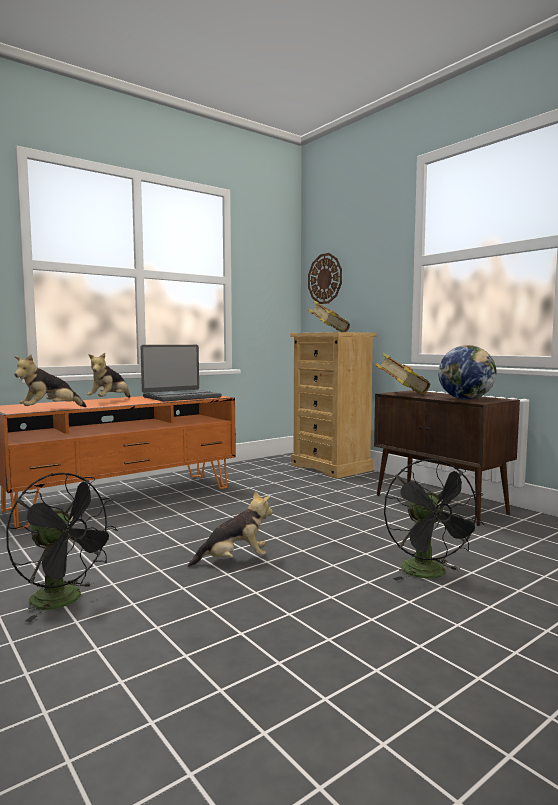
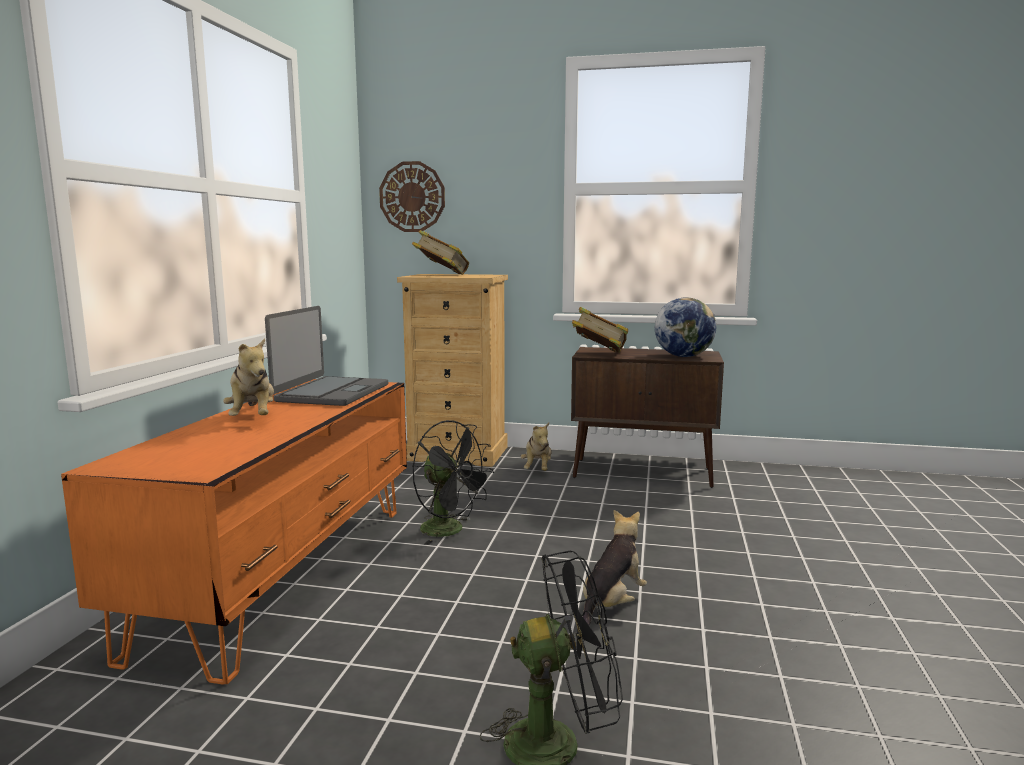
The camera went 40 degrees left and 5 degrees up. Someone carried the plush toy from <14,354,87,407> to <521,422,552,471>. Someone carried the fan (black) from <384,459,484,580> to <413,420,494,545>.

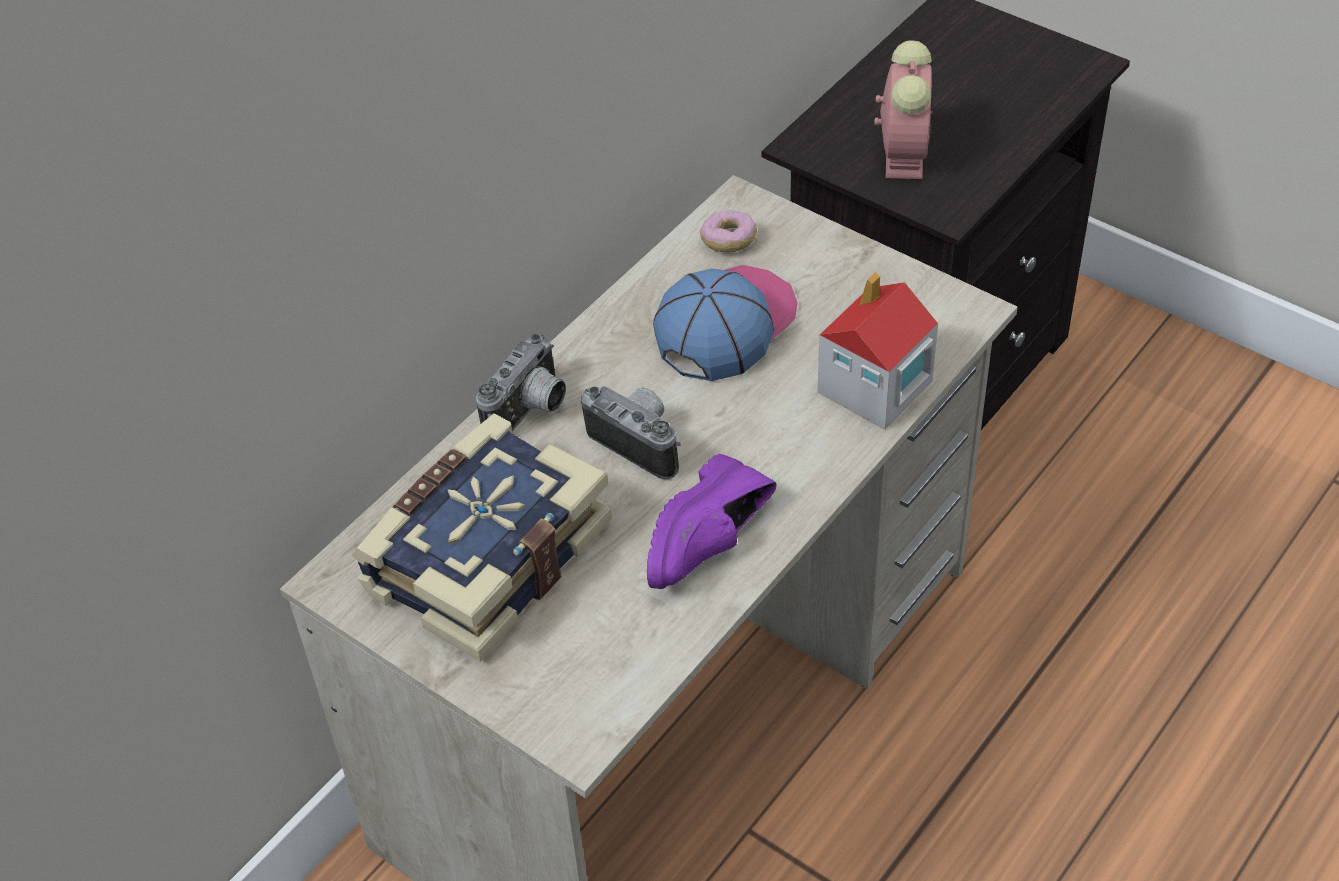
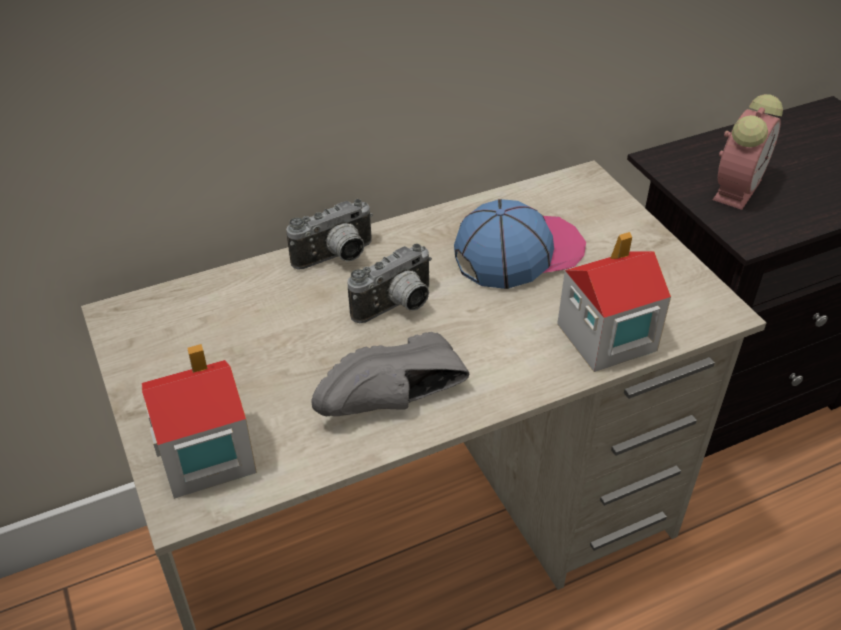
The camera went 25 degrees right and 5 degrees down. Someone took away the donut at <700,210,757,253>. Someone rotated the photo camera at <581,386,681,479> by 75 degrees clockwise. Someone took away the book at <352,414,612,662>. Someone repainted the shoe (purple) at <647,454,777,589>, which became the shoe (grey) at <311,332,470,416>. Someone put down the toy house at <142,344,257,499>.

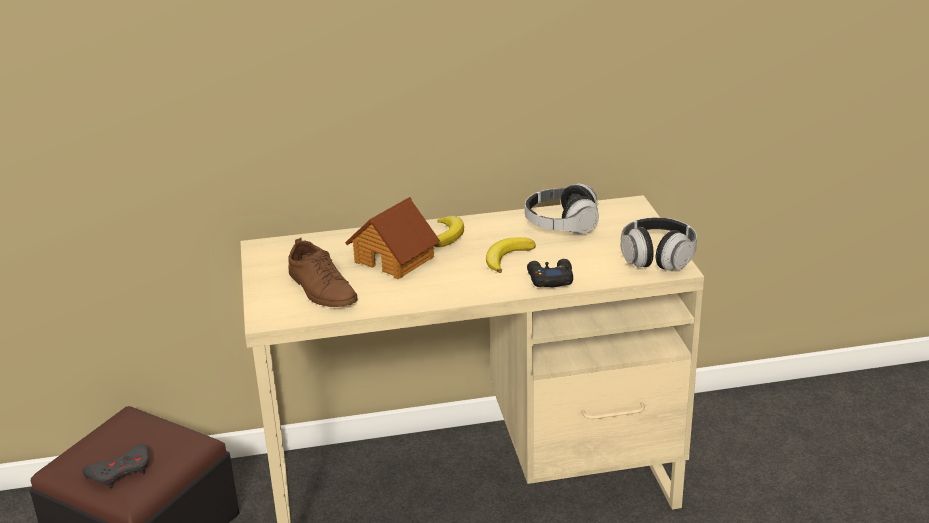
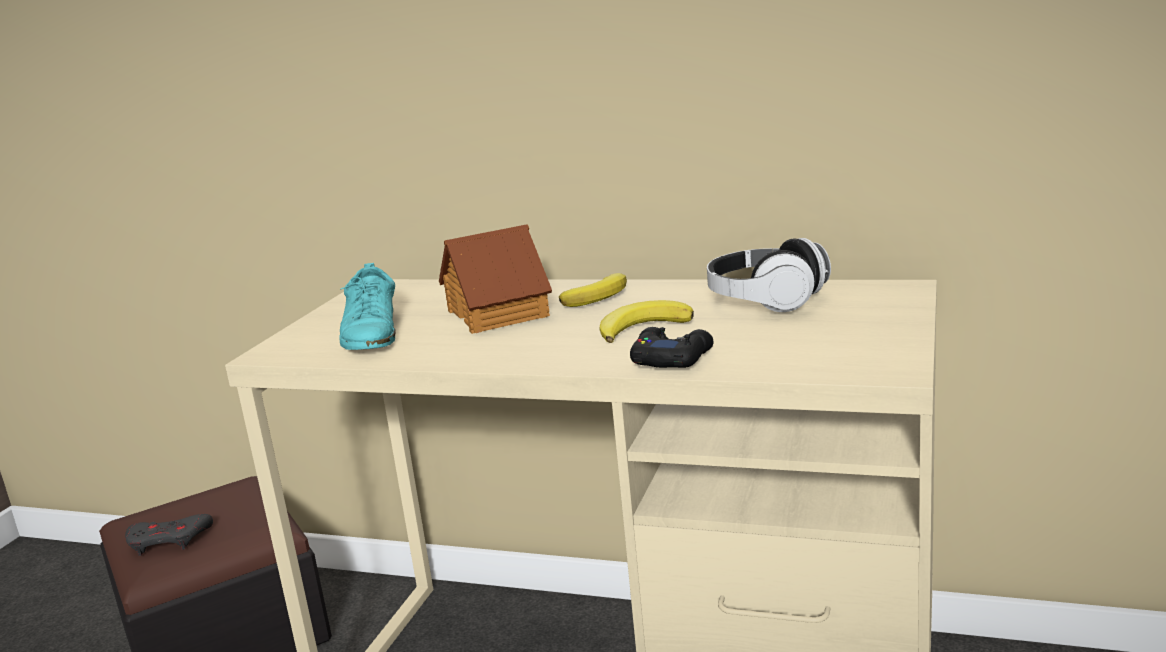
The camera went 30 degrees right and 10 degrees down. Someone took away the headphones at <621,217,697,271>. Someone repainted the shoe (brown) at <288,238,358,307>, which became the shoe (turquoise) at <339,263,396,350>.

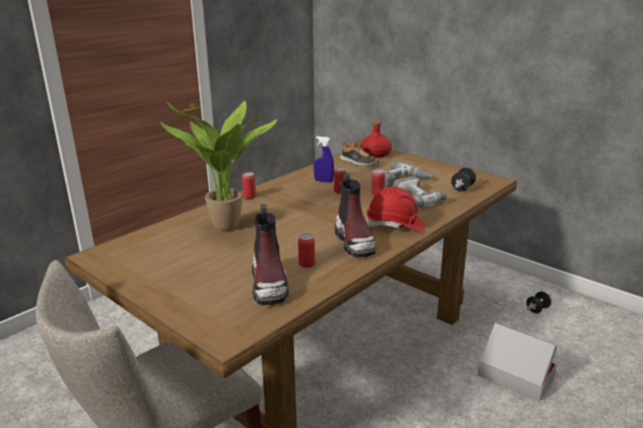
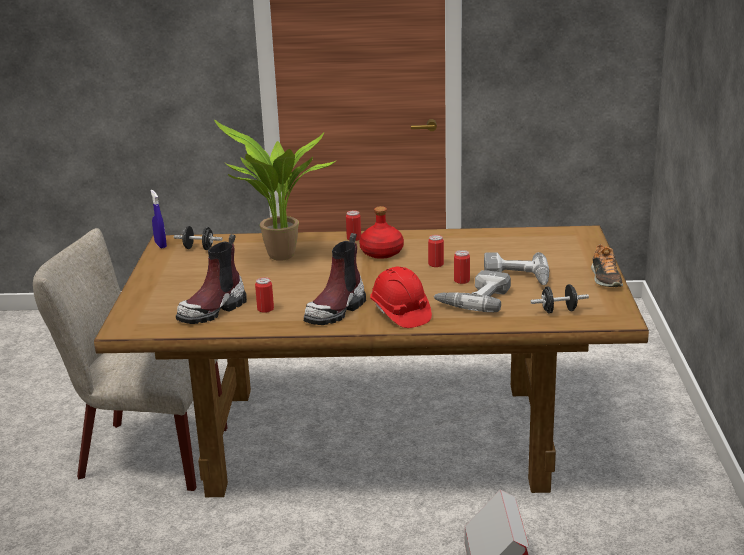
The camera went 50 degrees right and 0 degrees up. Someone carried the bottle (red) from <361,121,392,158> to <359,206,404,259>. Someone carried the spray bottle (blue) from <314,136,334,183> to <150,190,167,248>. Someone carried the shoe from <340,140,379,166> to <591,244,623,287>. Someone carried the dumbbell (black) from <526,291,551,313> to <174,226,223,250>.

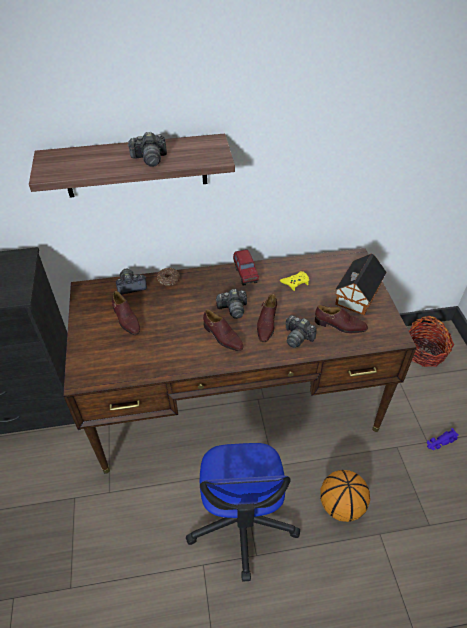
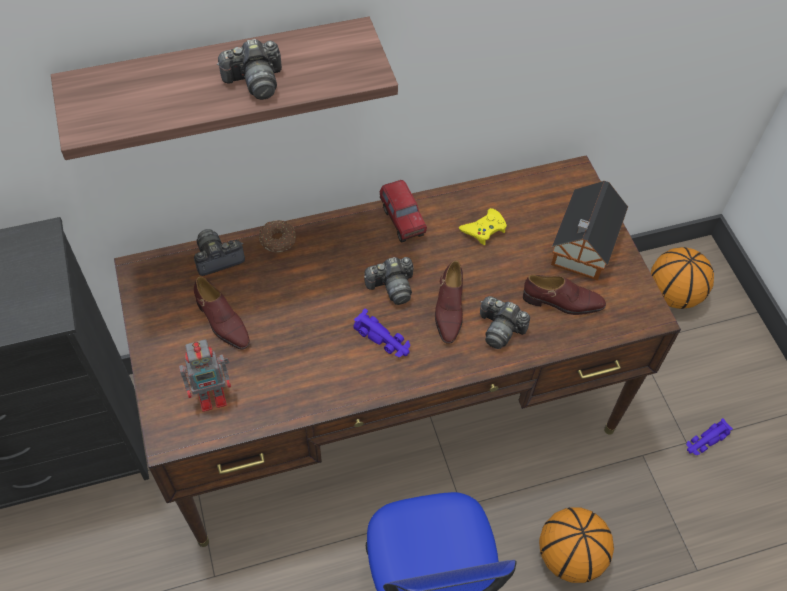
The camera went 10 degrees left and 10 degrees up. Someone swapped the shoe (brown) at <203,309,244,351> for the toy car (purple) at <353,309,410,357>. Someone swapped the basket at <409,316,454,367> for the basketball at <651,247,714,309>. Someone put down the toy robot at <179,340,231,412>.

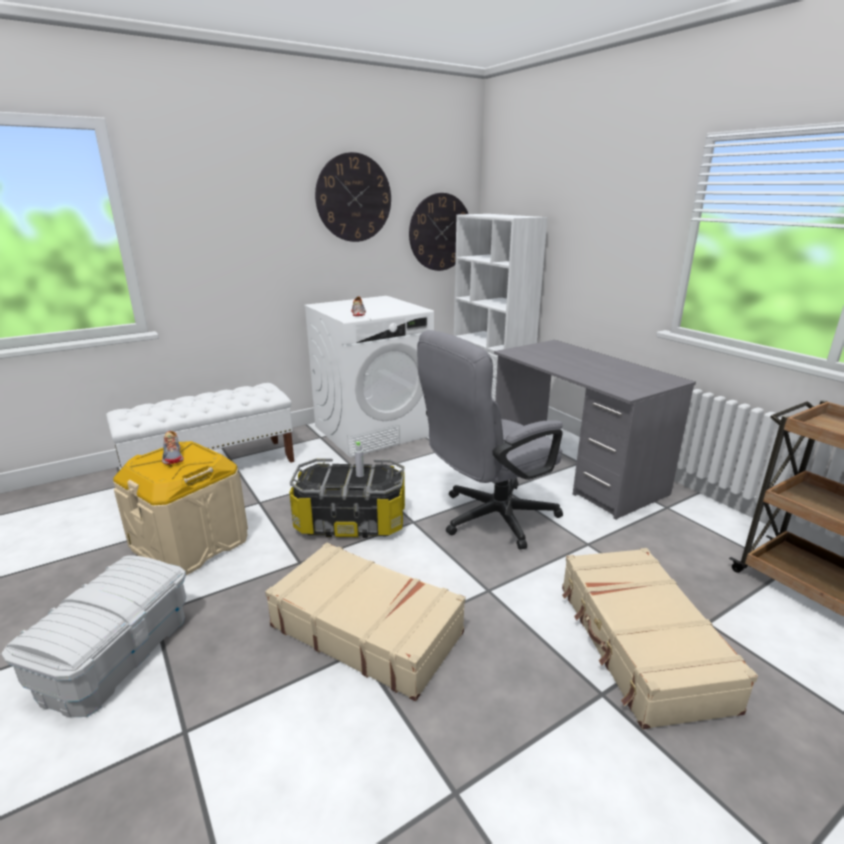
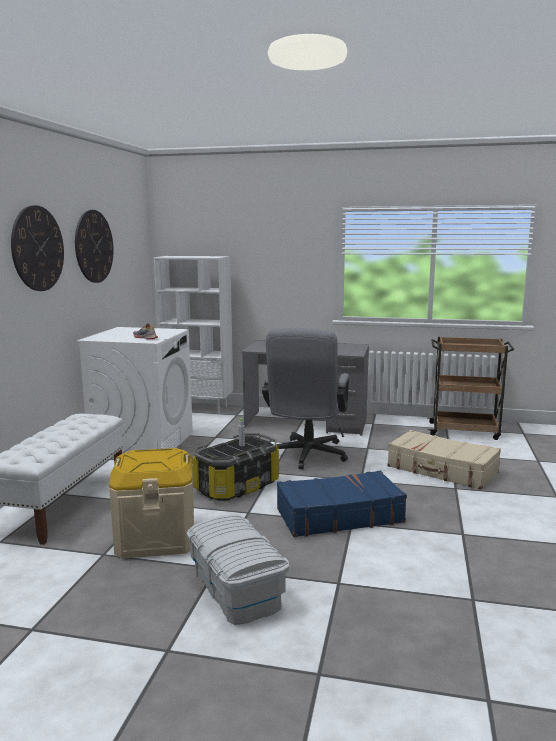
The camera went 45 degrees left and 10 degrees down. Someone carried the wall clock from <409,193,468,271> to <11,205,64,291>. Someone took away the shoe at <162,431,184,464>. Someone repainted the suitcase (beige) at <265,543,465,701>, which became the suitcase (blue) at <277,471,407,537>.

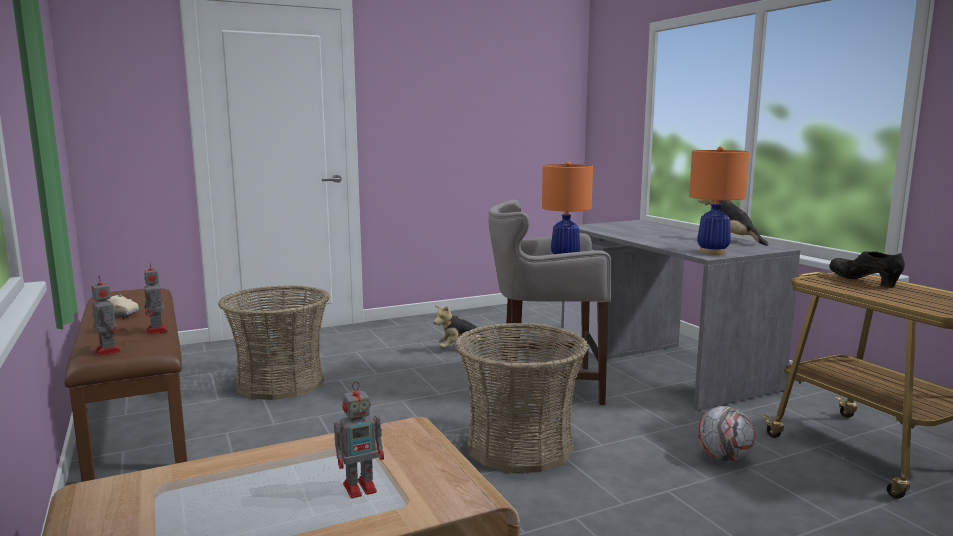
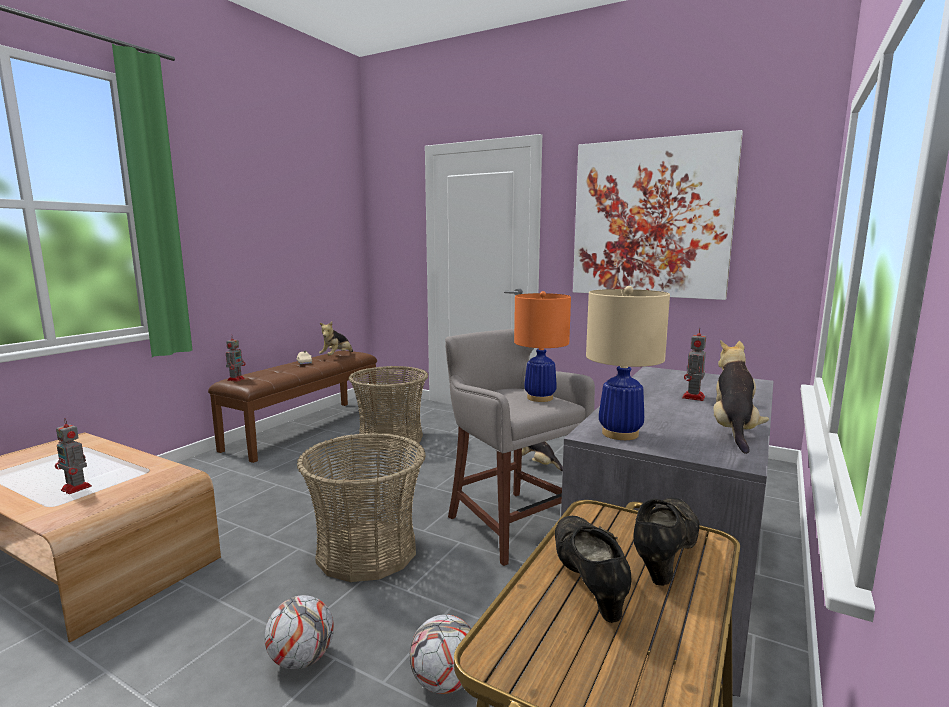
The camera went 55 degrees right and 0 degrees up. Someone repainted the table lamp (orange) at <689,146,749,255>, which became the table lamp (beige) at <586,286,670,440>. Someone carried the toy robot from <144,262,168,335> to <682,327,706,401>. Someone put up the picture at <573,130,743,300>. Someone put down the plush toy at <319,322,353,356>. Someone put down the shoe (black) at <555,516,631,623>. Someone put down the football at <264,595,334,670>.

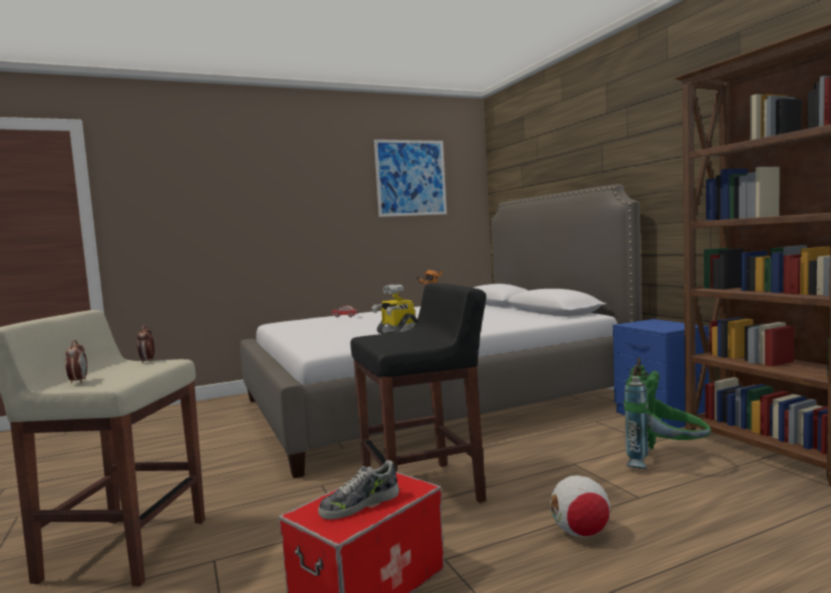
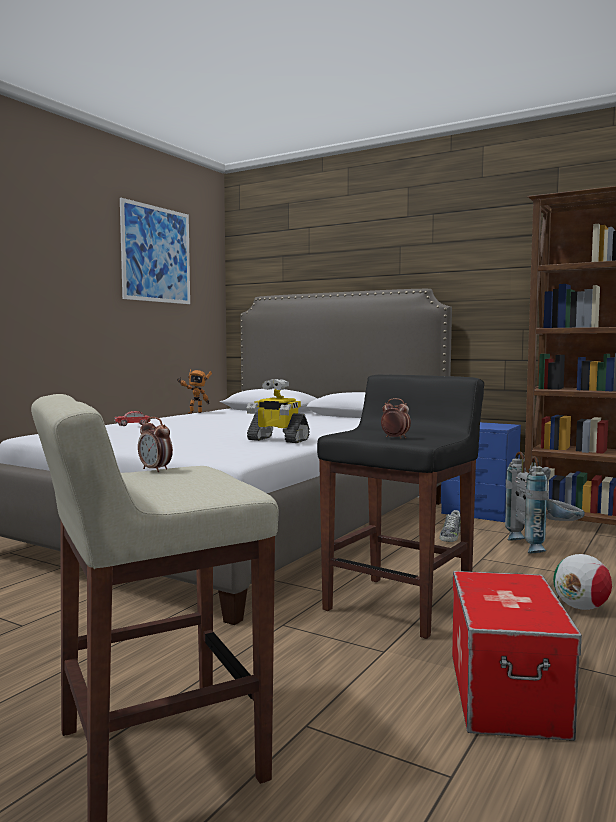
The camera went 35 degrees left and 0 degrees up. Someone carried the alarm clock from <66,340,88,383> to <381,398,411,438>. Someone repainted the backpack (green) at <624,358,711,469>, which became the backpack (grey) at <505,451,585,553>. Someone carried the shoe from <318,460,399,519> to <439,510,461,542>.

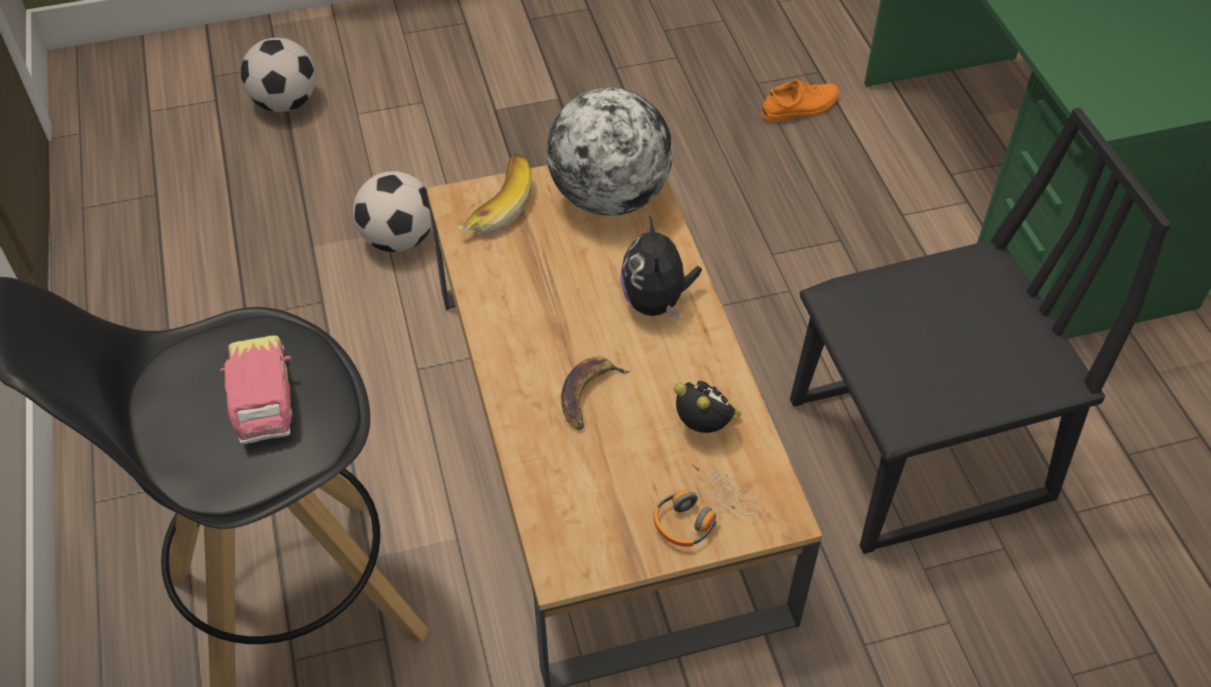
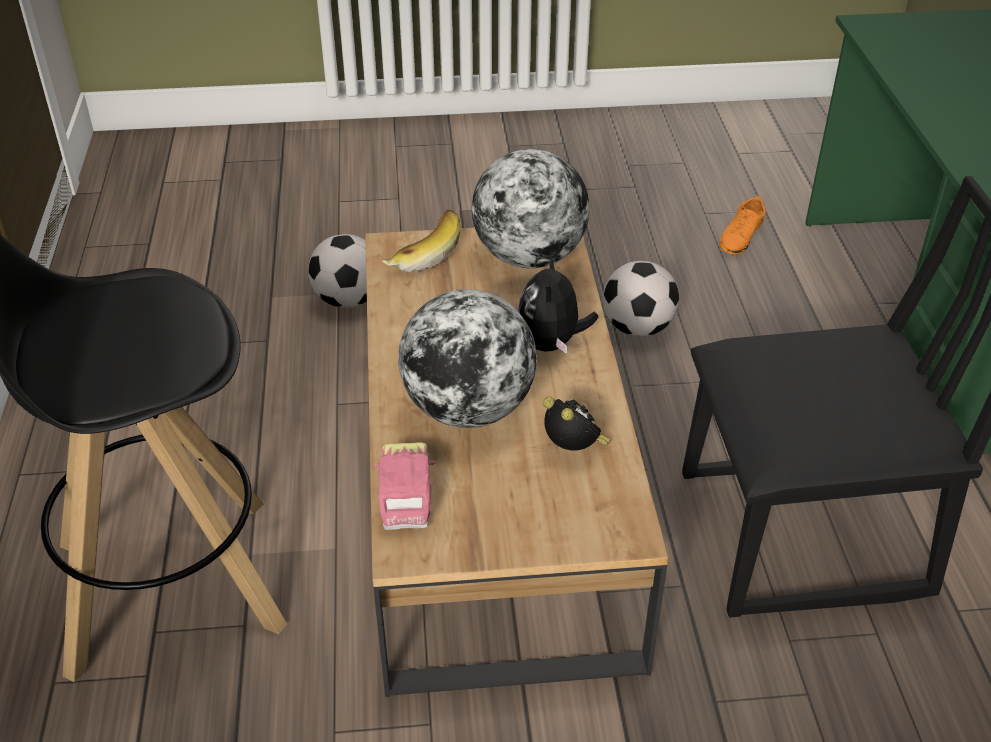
The camera went 10 degrees right and 10 degrees down. Someone carried the football from <241,38,316,112> to <603,261,679,336>. Someone rotated the shoe (orange) at <761,80,839,123> by 135 degrees clockwise. Someone carried the toy car from <220,335,293,444> to <374,442,436,530>. Someone swapped the banana at <561,357,630,430> for the globe at <398,289,537,428>. Someone took away the headphones at <653,464,758,547>.

